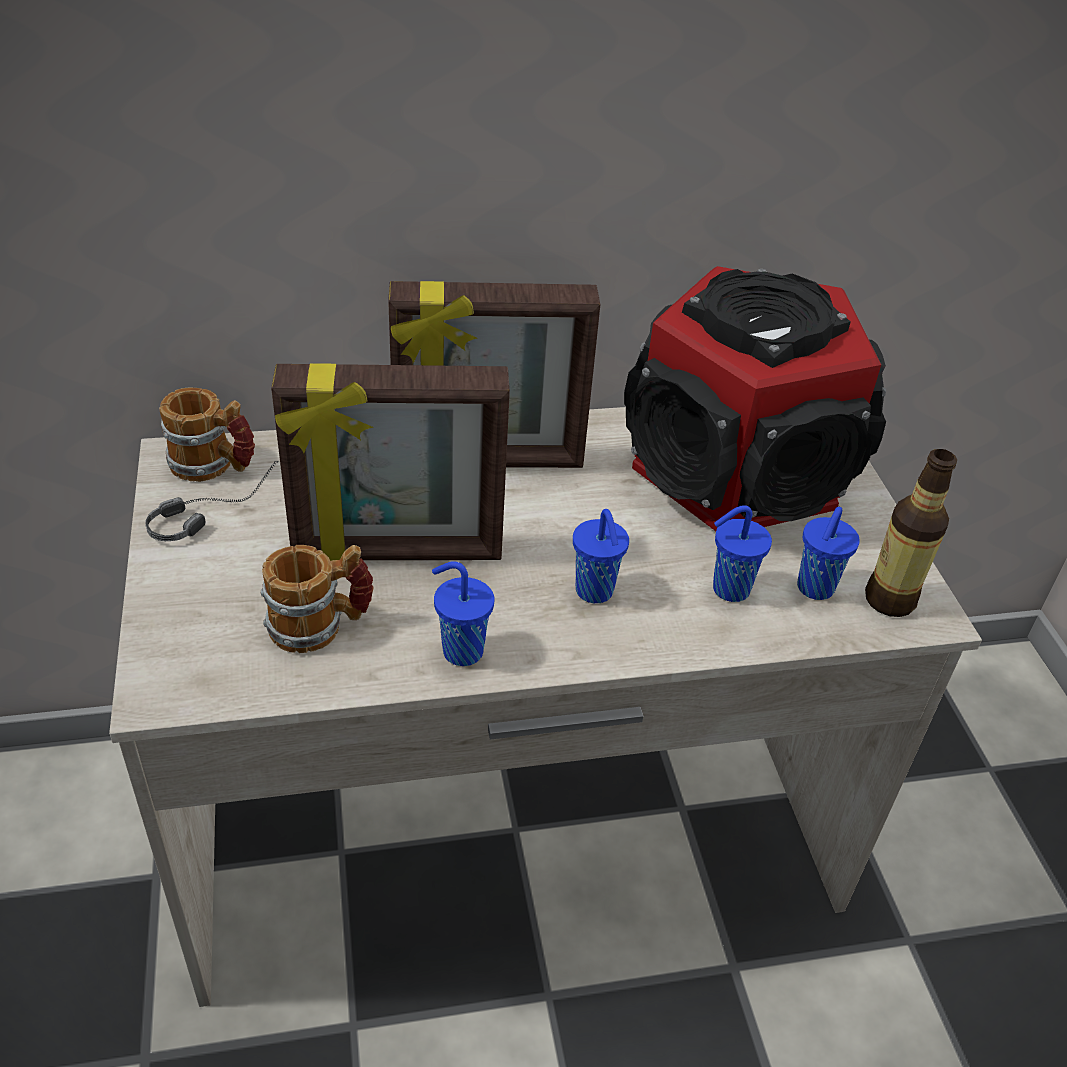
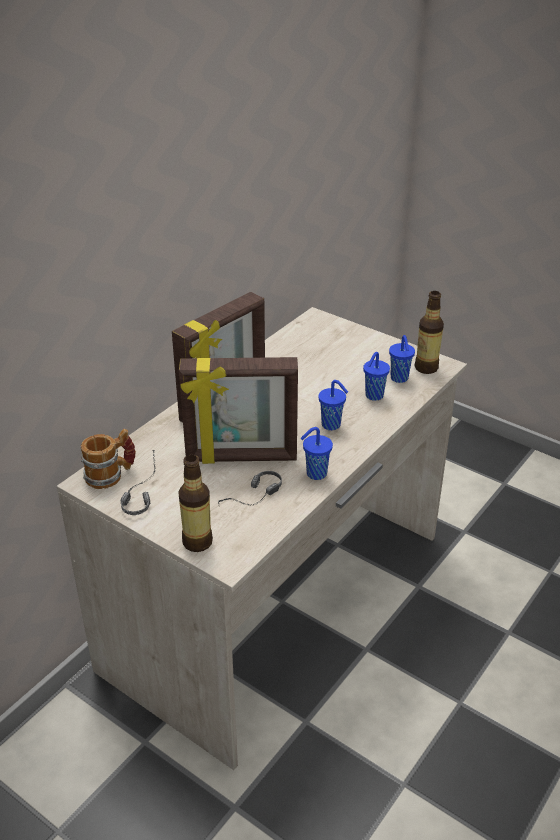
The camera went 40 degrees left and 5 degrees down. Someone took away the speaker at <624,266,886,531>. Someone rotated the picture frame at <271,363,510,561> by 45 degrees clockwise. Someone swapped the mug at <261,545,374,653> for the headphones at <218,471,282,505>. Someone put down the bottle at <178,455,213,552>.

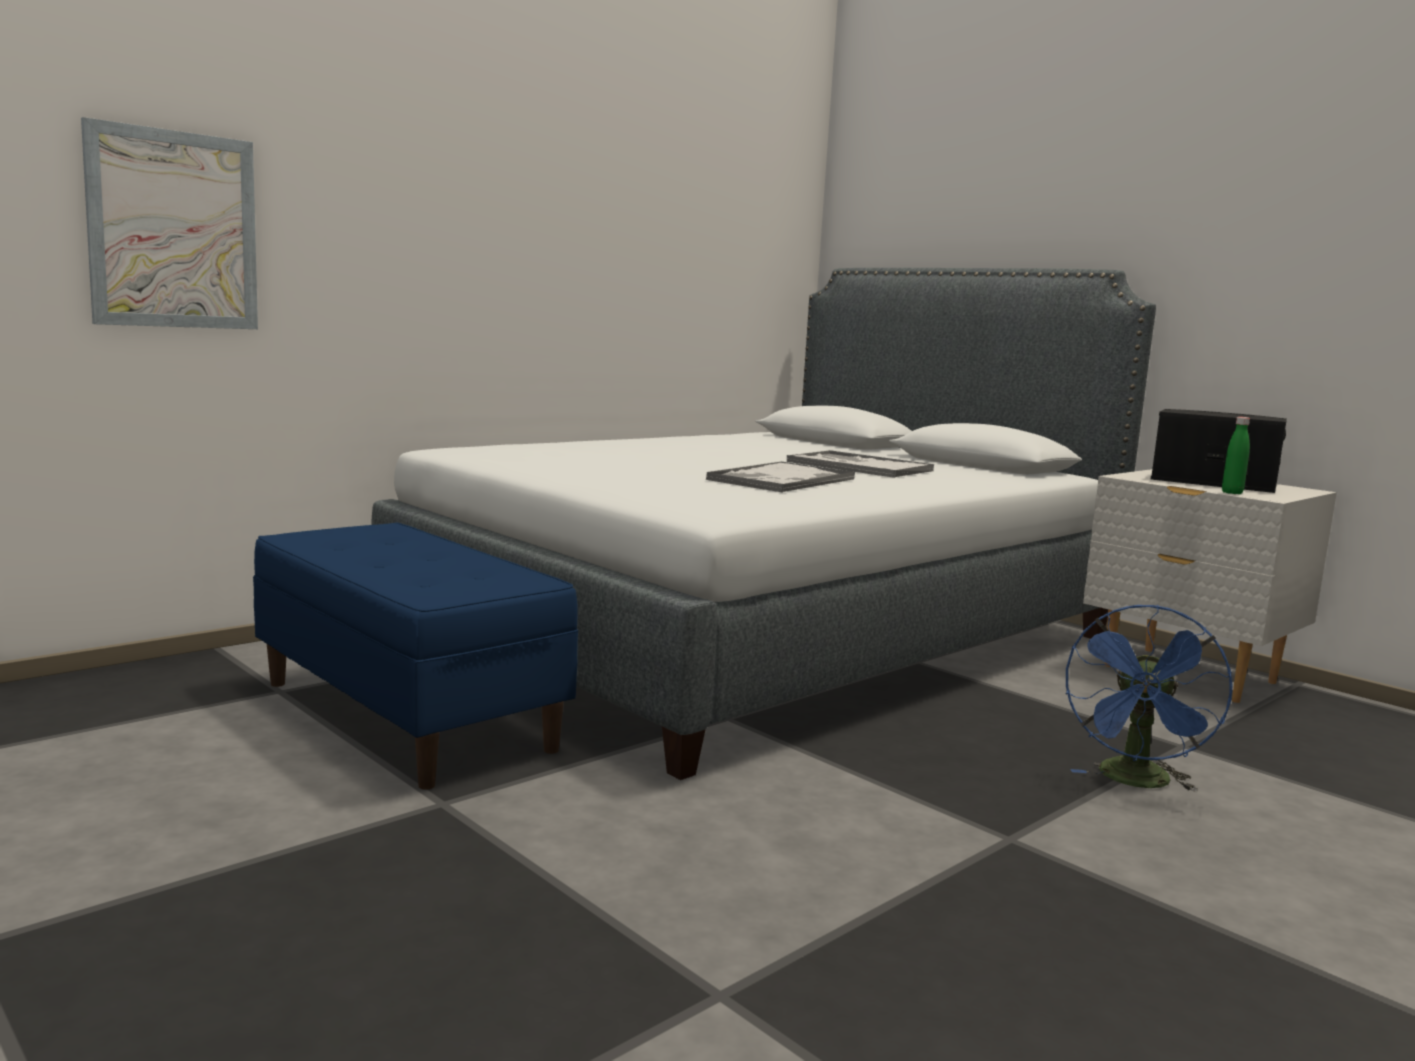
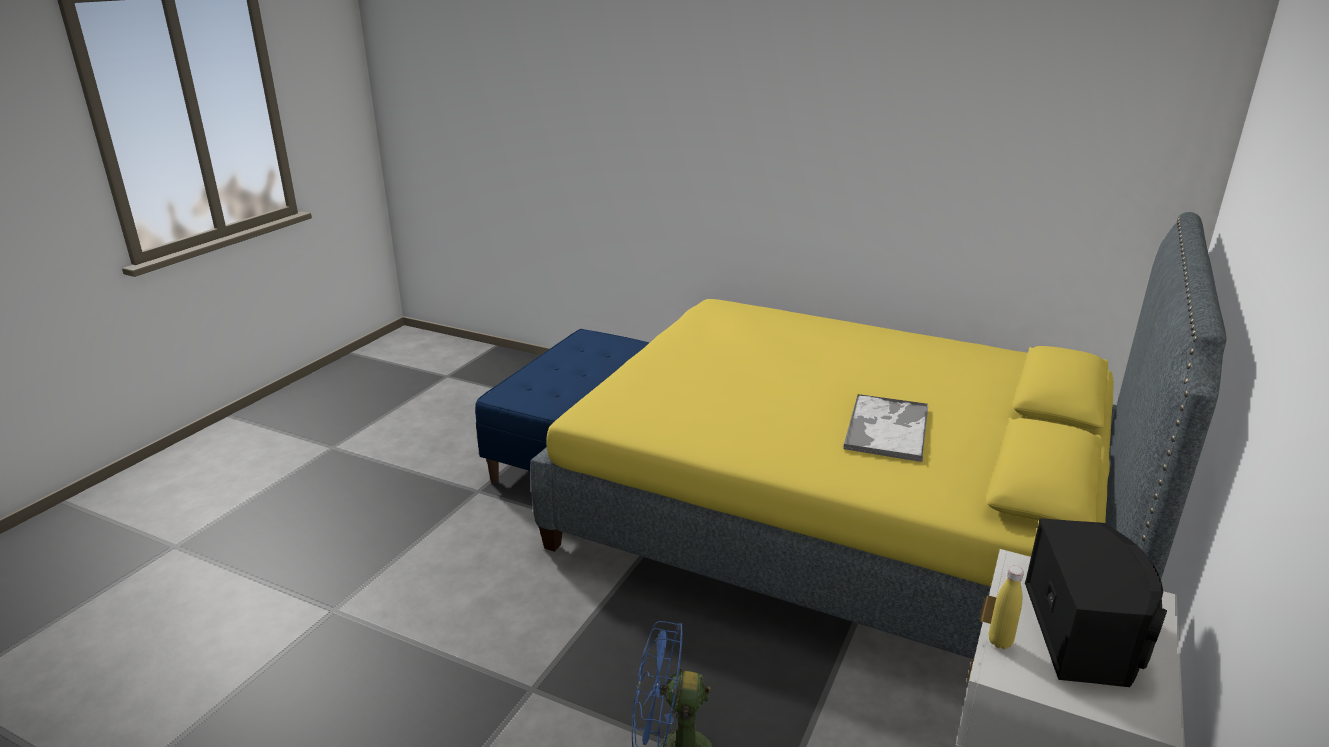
The camera went 70 degrees right and 15 degrees up. Someone took away the picture at <81,117,258,329>. Someone repainted the bed (white) at <371,268,1156,780>, which became the bed (yellow) at <530,212,1226,659>. Someone repainted the bottle (green) at <1222,417,1250,494>, which became the bottle (yellow) at <989,566,1024,649>. Someone took away the tray at <706,461,855,492>.

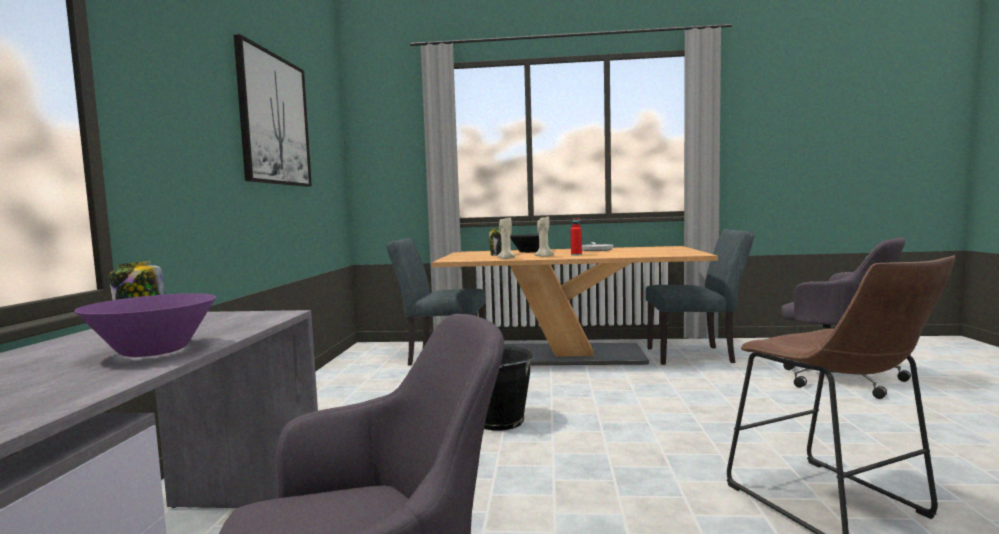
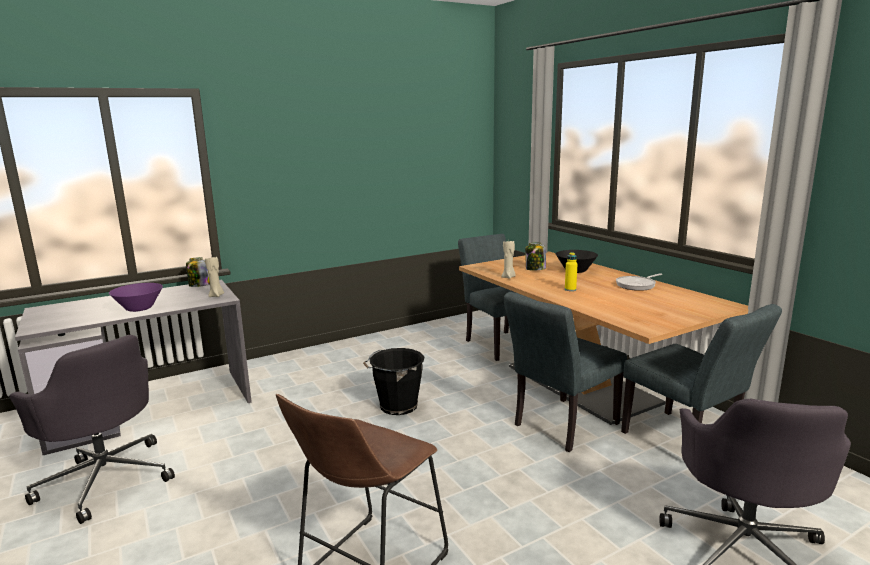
The camera went 55 degrees right and 10 degrees up. Someone took away the picture at <234,34,312,187>. Someone carried the candle (beige) from <534,216,554,257> to <205,257,224,297>. Someone repainted the bottle (red) at <571,218,582,256>, which became the bottle (yellow) at <565,252,578,291>. Someone put down the chair (grey) at <503,292,627,452>.

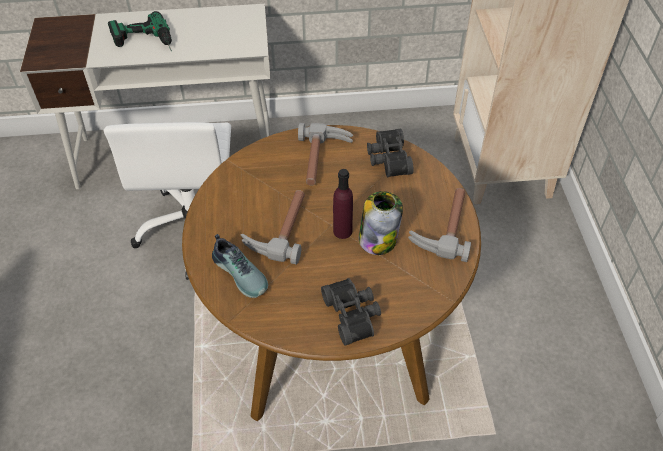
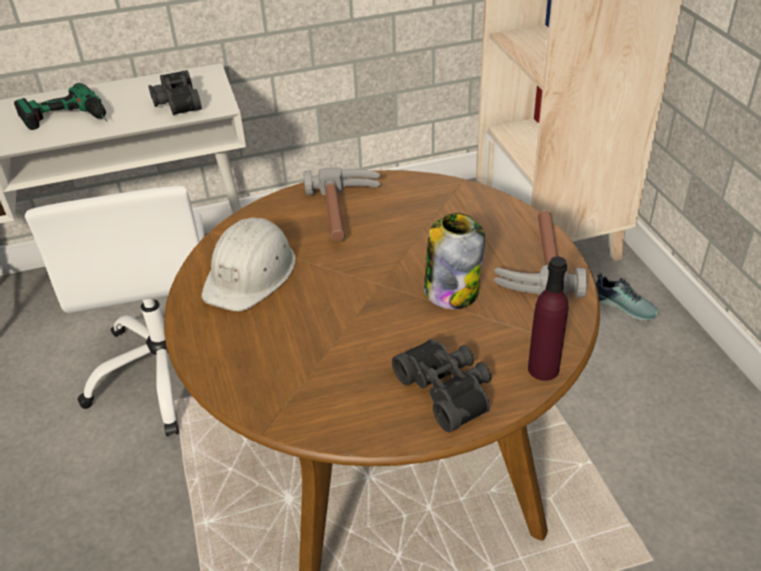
The camera went 10 degrees left and 10 degrees down. Someone carried the binoculars (black) from <367,129,413,177> to <148,70,202,115>. Someone carried the bottle (purple) from <333,169,353,239> to <528,256,568,381>. Someone took away the hammer at <241,190,305,265>. Someone carried the shoe from <212,234,268,298> to <596,273,659,321>. Someone put down the hard hat (white) at <201,218,296,311>.

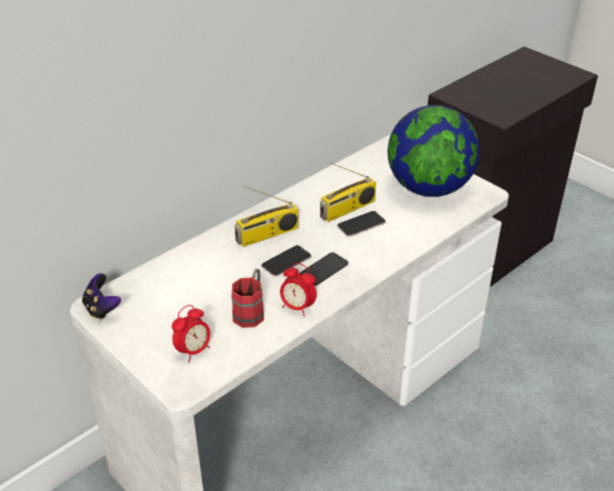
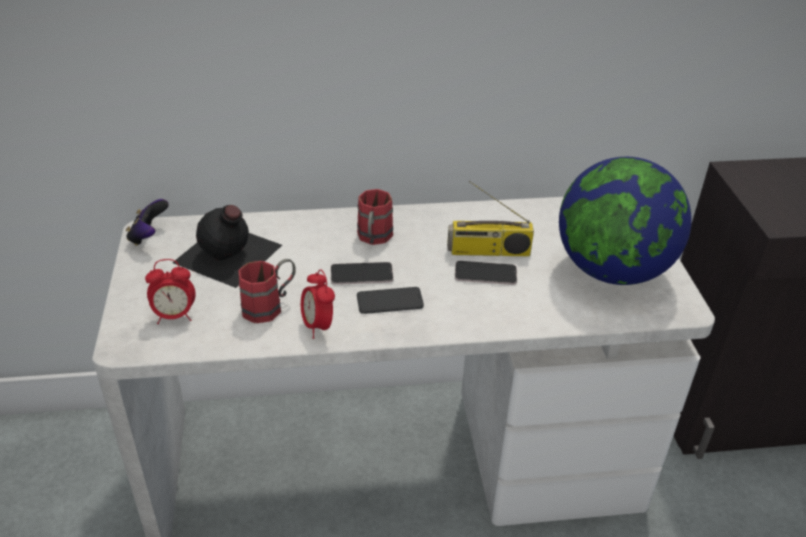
The camera went 35 degrees right and 0 degrees up. Someone swapped the radio at <235,186,298,247> for the mug (red) at <357,189,393,245>. Someone put down the bottle (black) at <172,205,282,288>.

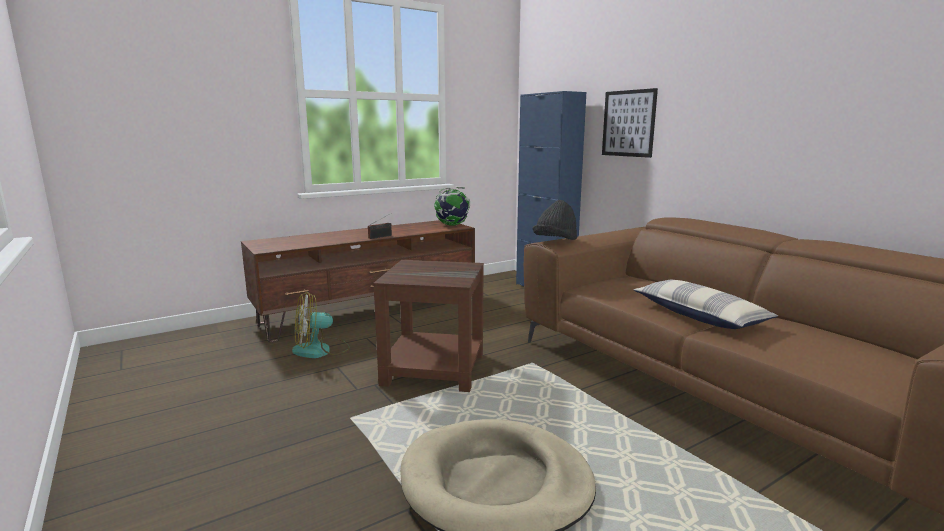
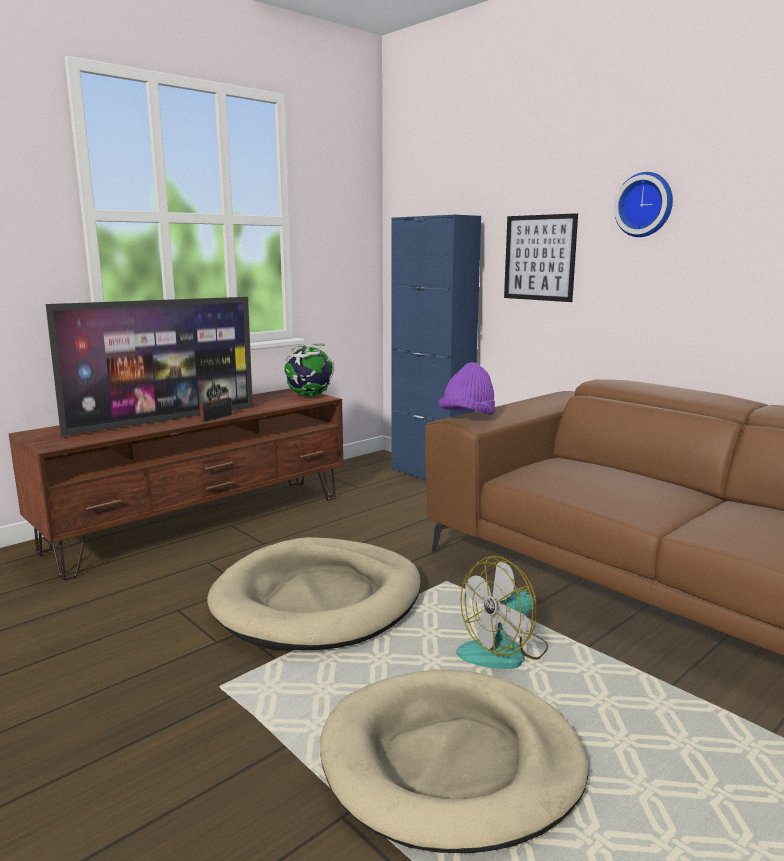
The camera went 10 degrees left and 0 degrees up. Someone repainted the hat (black) at <533,200,577,240>, which became the hat (purple) at <438,362,495,415>. Someone swapped the side table (brown) at <373,260,484,392> for the dog bed (beige) at <207,537,421,650>. Someone took away the pillow at <634,280,778,329>. Someone carried the fan from <292,292,350,358> to <456,556,548,669>. Someone put up the wall clock at <614,172,673,237>. Someone put down the television at <46,297,253,436>.

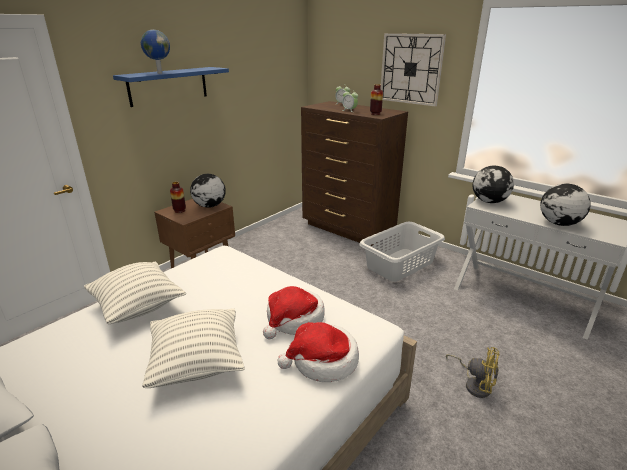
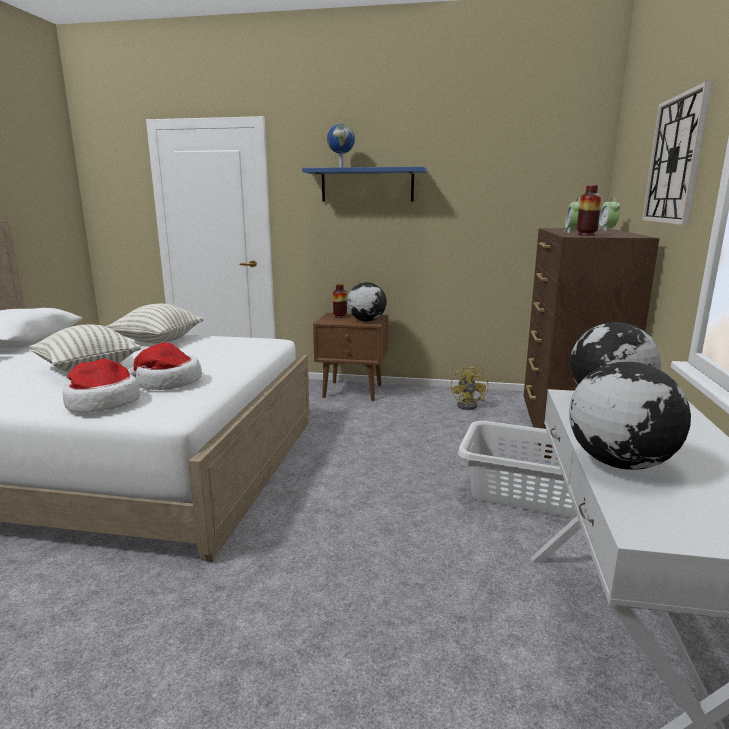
The camera went 60 degrees right and 10 degrees down. Someone carried the fan (yellow) from <446,347,500,398> to <451,366,488,410>.

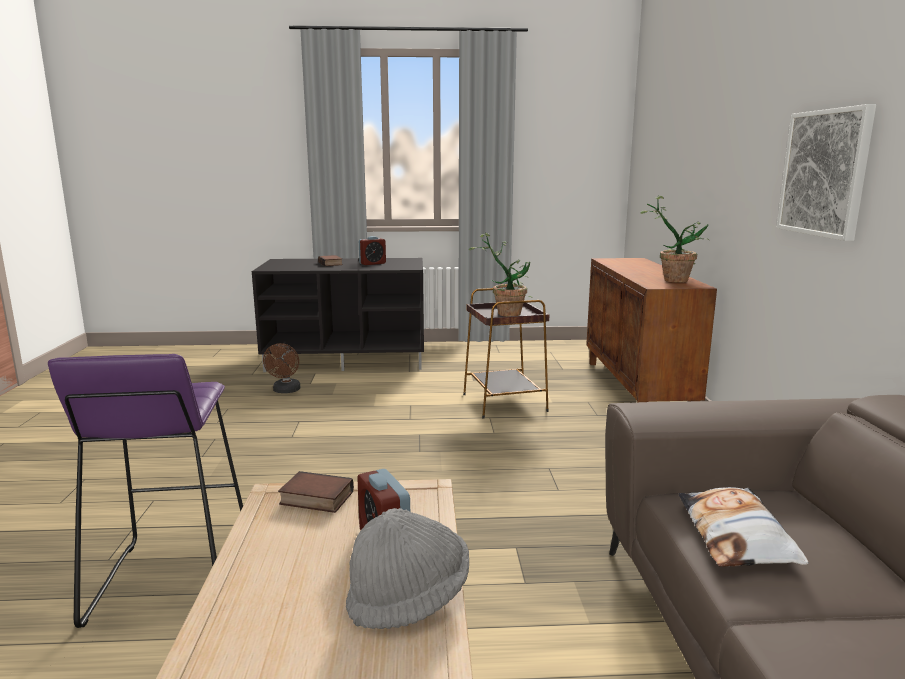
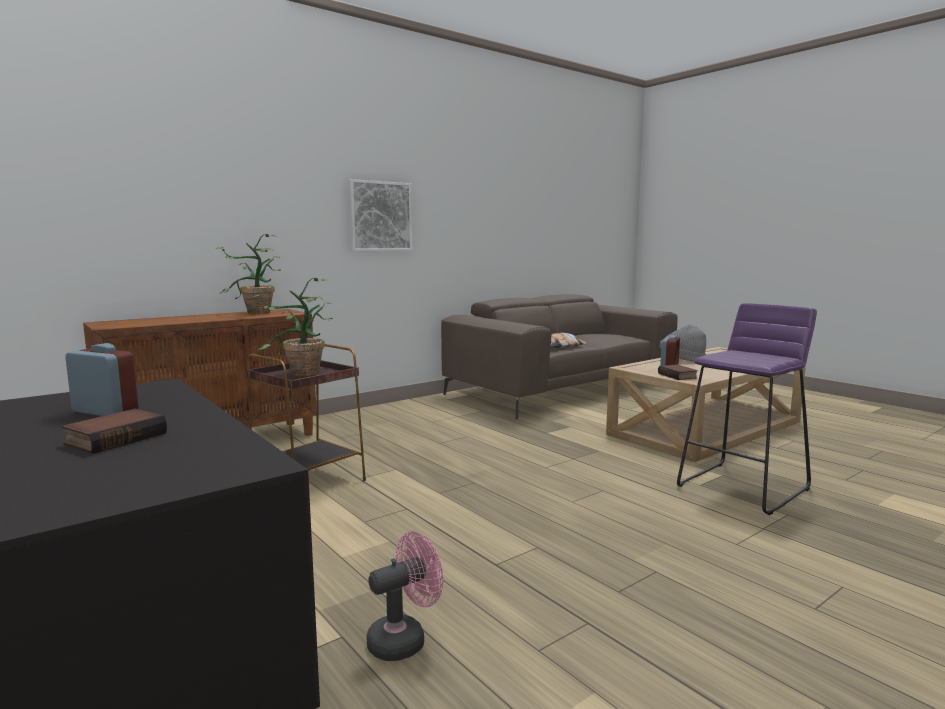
The camera went 125 degrees left and 5 degrees down. Someone repainted the fan (brown) at <263,343,300,393>, which became the fan (pink) at <367,531,443,661>.

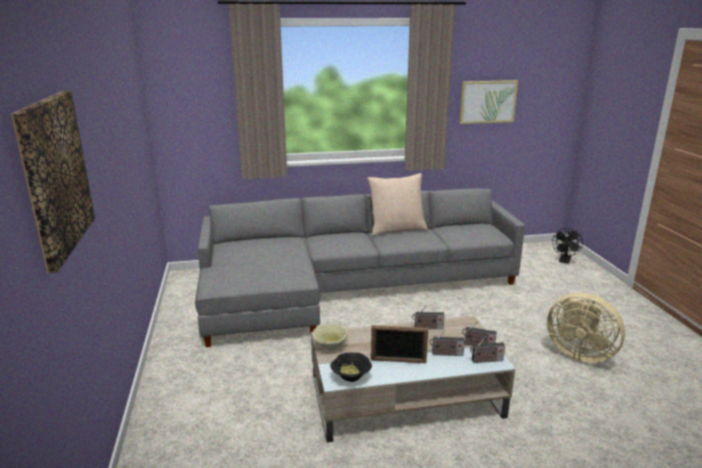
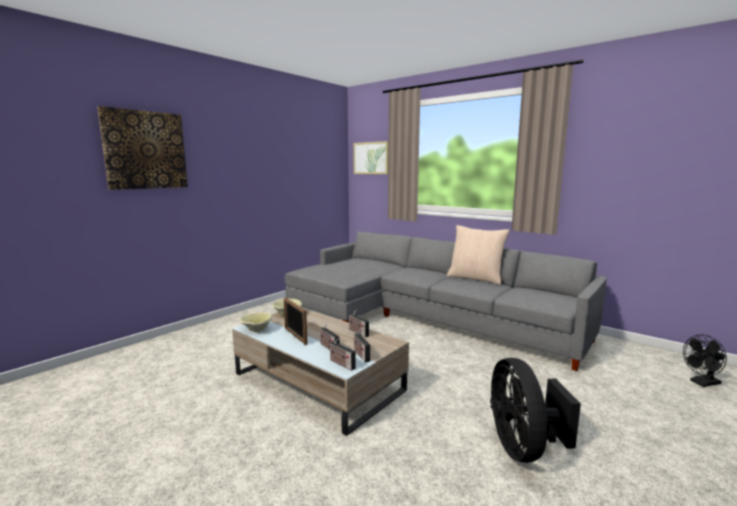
The camera went 50 degrees right and 10 degrees down. Someone carried the picture from <459,80,518,124> to <353,141,389,174>. Someone repainted the fan (beige) at <547,293,625,363>, which became the fan (black) at <490,358,581,463>. Someone repainted the bowl (black) at <330,352,372,382>, which became the bowl (beige) at <240,312,272,332>.

